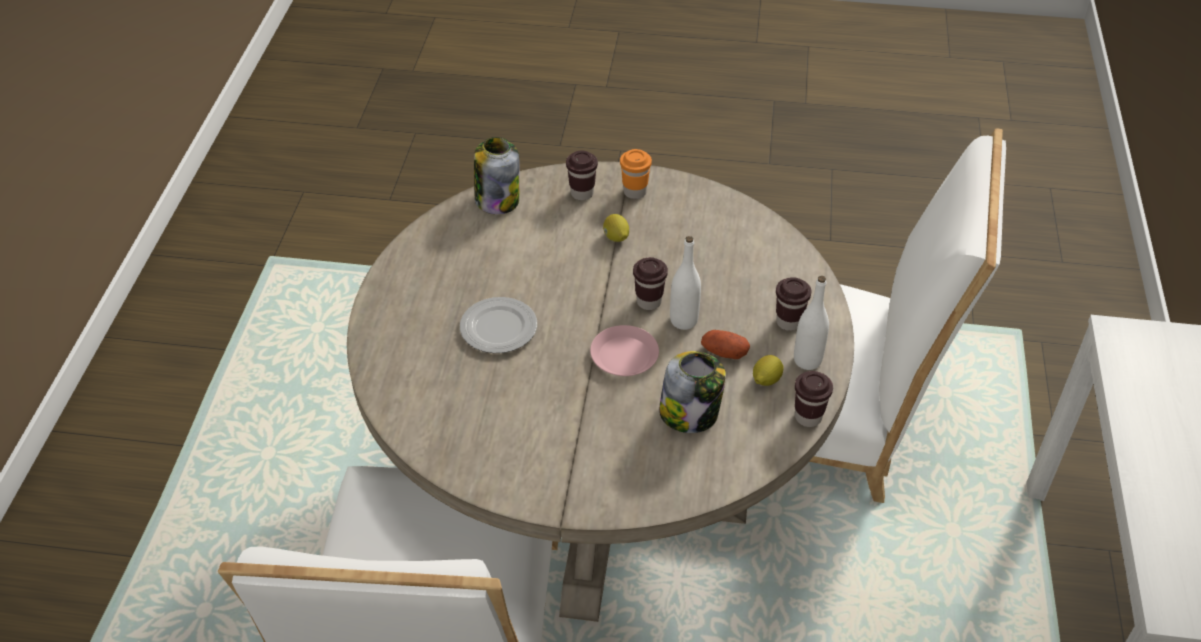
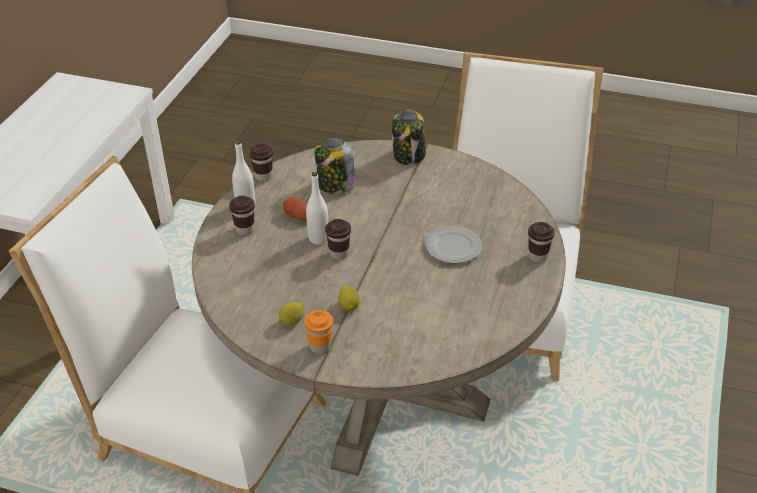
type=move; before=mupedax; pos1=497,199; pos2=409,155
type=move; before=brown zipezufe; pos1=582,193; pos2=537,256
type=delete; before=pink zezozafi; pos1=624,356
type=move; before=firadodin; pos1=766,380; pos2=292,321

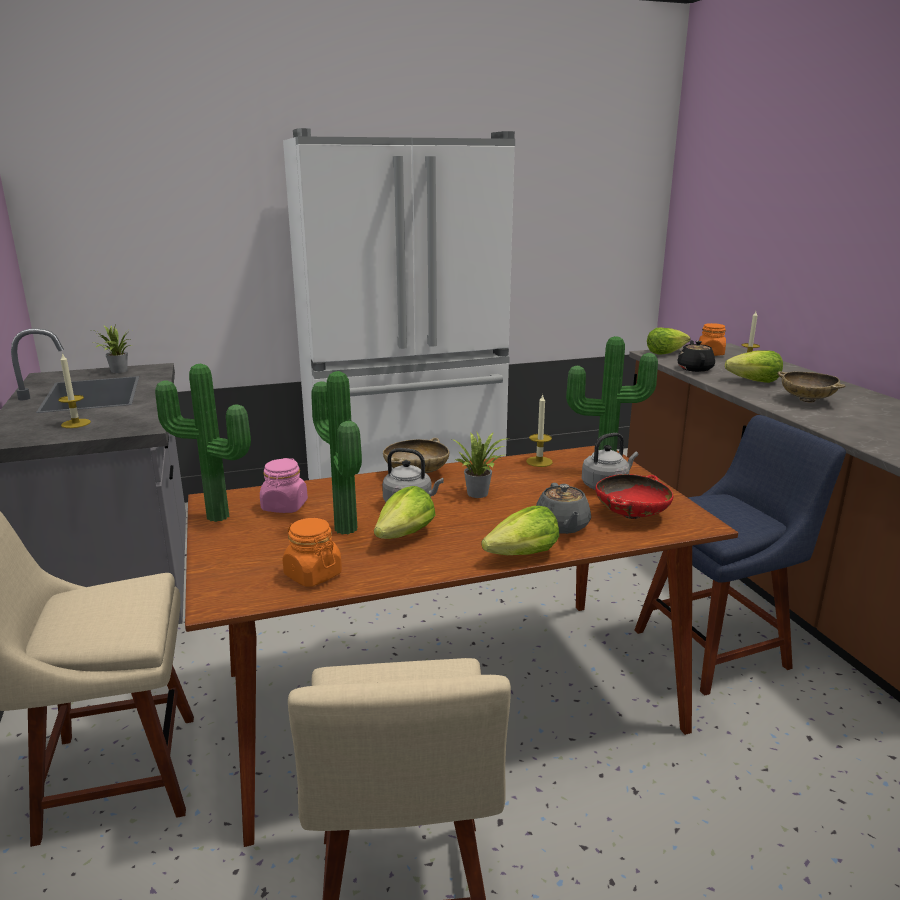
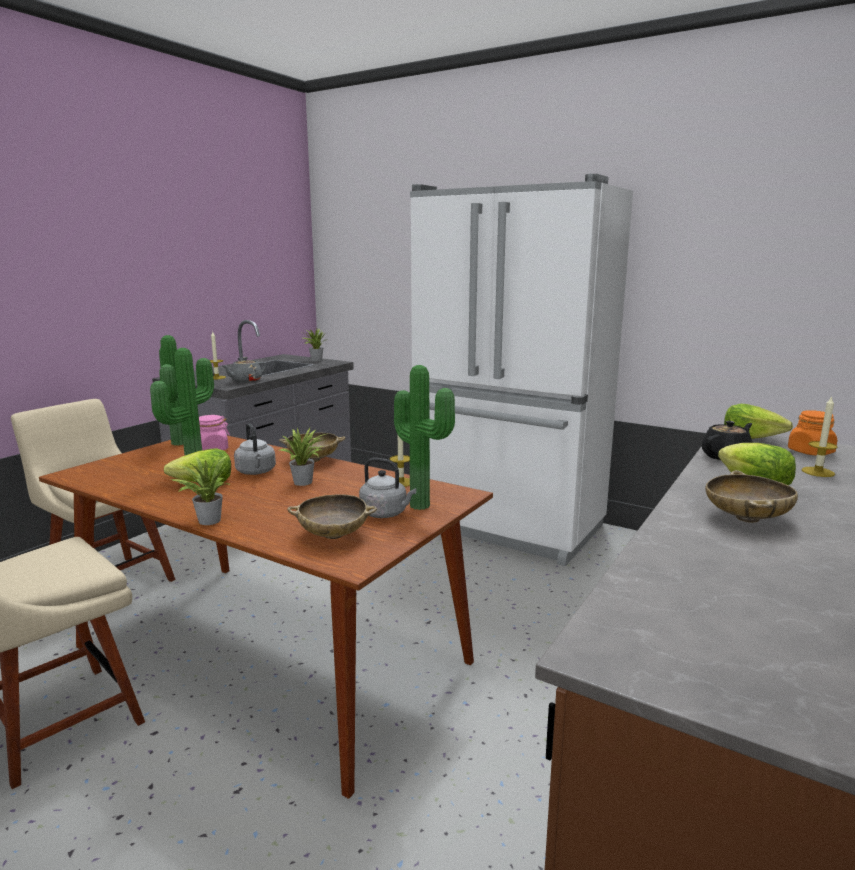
type=delete; before=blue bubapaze; pos1=716,647
type=recolor; before=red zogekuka; after=beige zogekuka; pos1=631,515; pos2=333,535
type=move; before=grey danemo; pos1=562,526; pos2=246,381
type=replace; before=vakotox; after=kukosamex; pos1=523,555; pos2=207,520
type=delete; before=orange mupedax; pos1=312,575

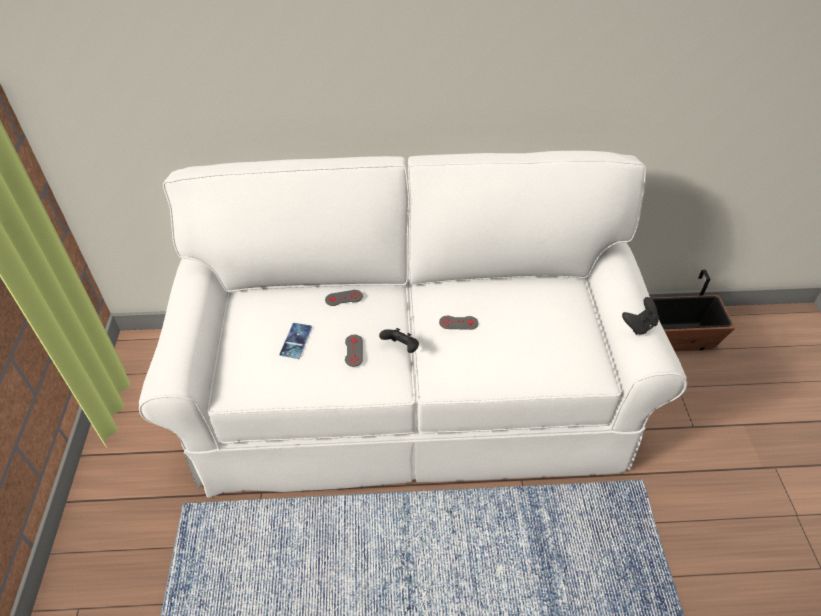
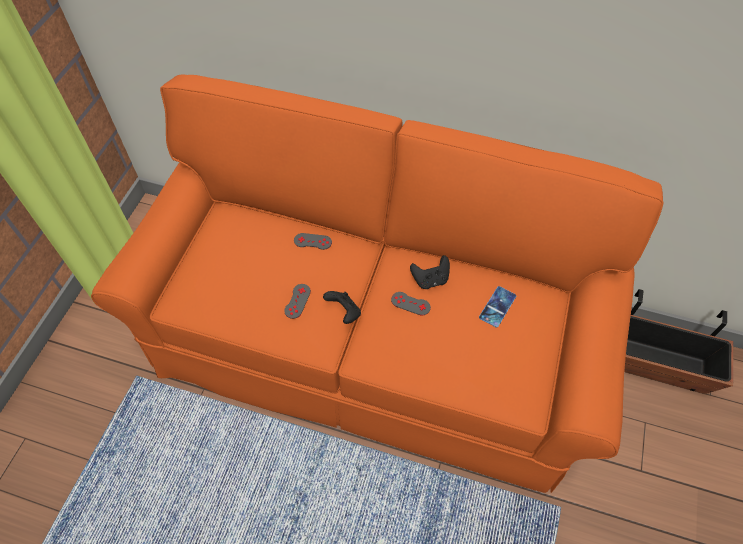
type=recolor; before=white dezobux; after=orange dezobux; pos1=410,398; pos2=371,343
type=move; before=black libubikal; pos1=639,325; pos2=430,279
type=move; before=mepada; pos1=296,341; pos2=497,307

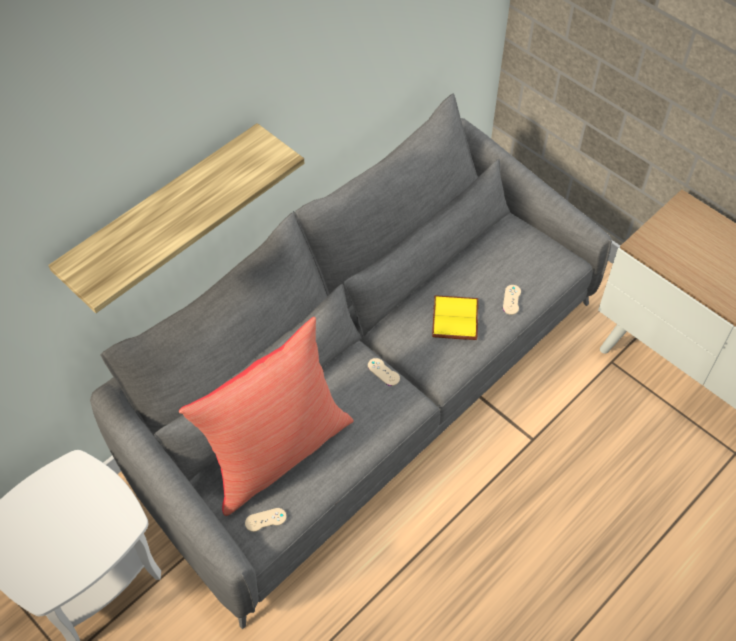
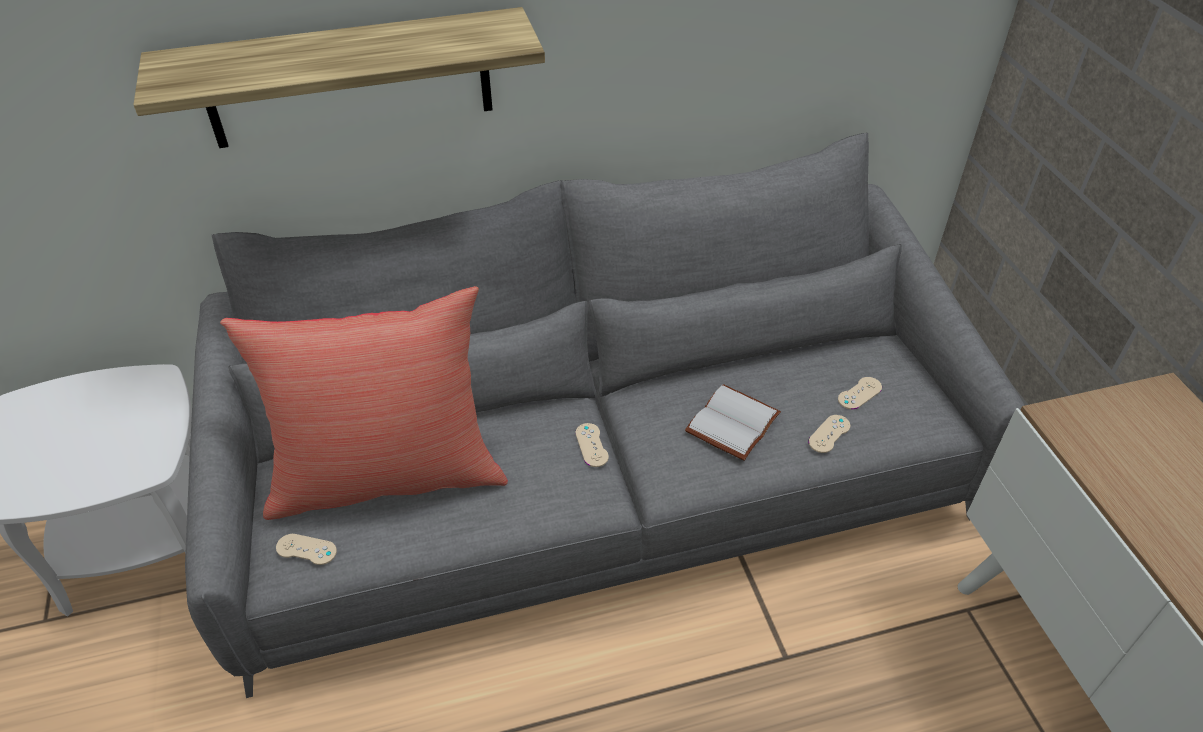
type=recolor; before=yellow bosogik; after=white bosogik; pos1=456,319; pos2=734,425
type=insert; after=beige libubikal; pos2=859,393

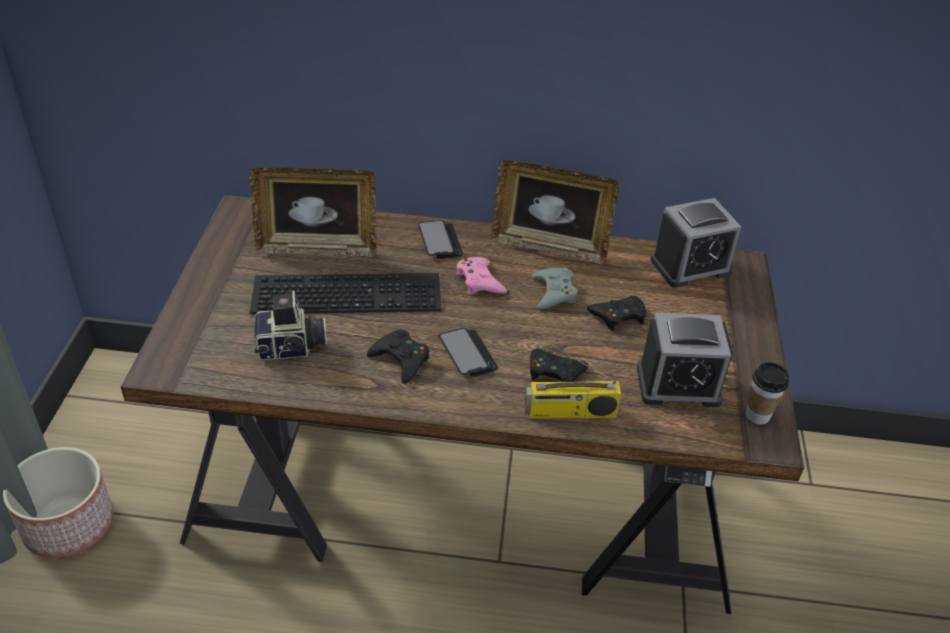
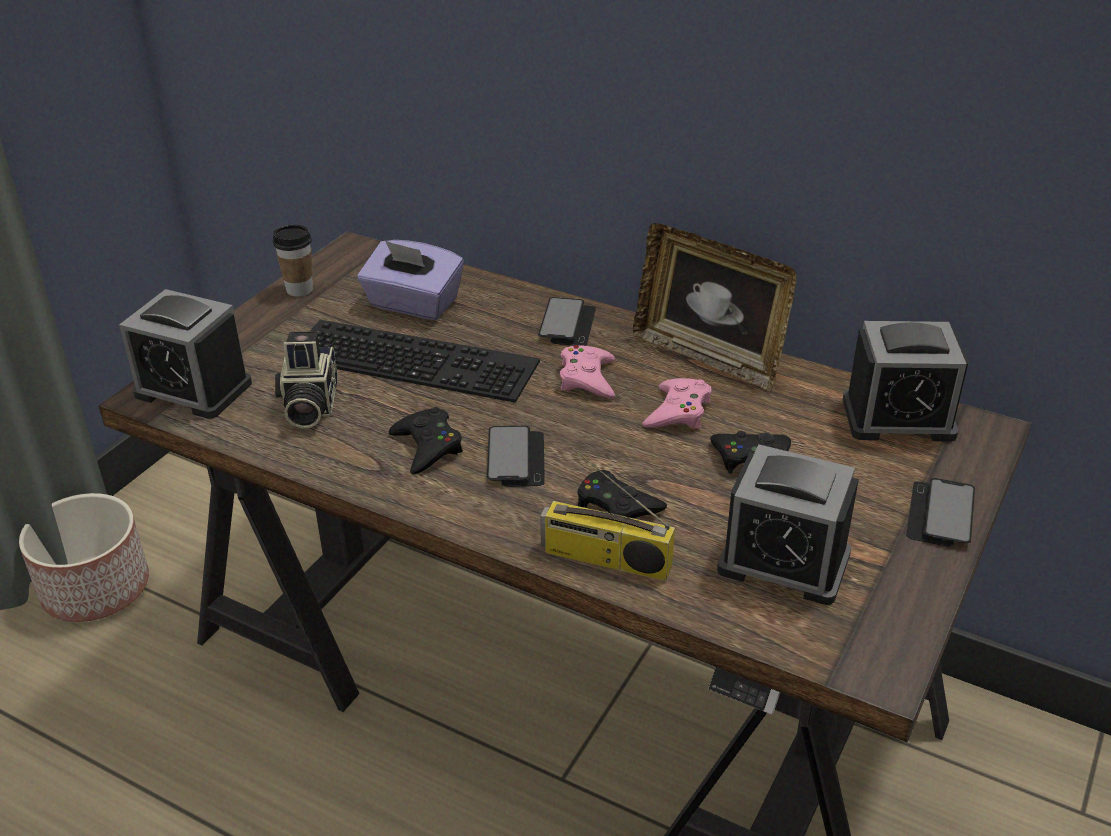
type=replace; before=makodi; after=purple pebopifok; pos1=317,248; pos2=413,304
type=recolor; before=grey libubikal; after=pink libubikal; pos1=553,293; pos2=678,411
type=rotate; before=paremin; pos1=292,348; pos2=308,405; turn=75
type=move; before=zipezufe; pos1=757,415; pos2=299,289
type=insert; after=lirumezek; pos2=193,389
type=insert; after=mepada; pos2=940,514

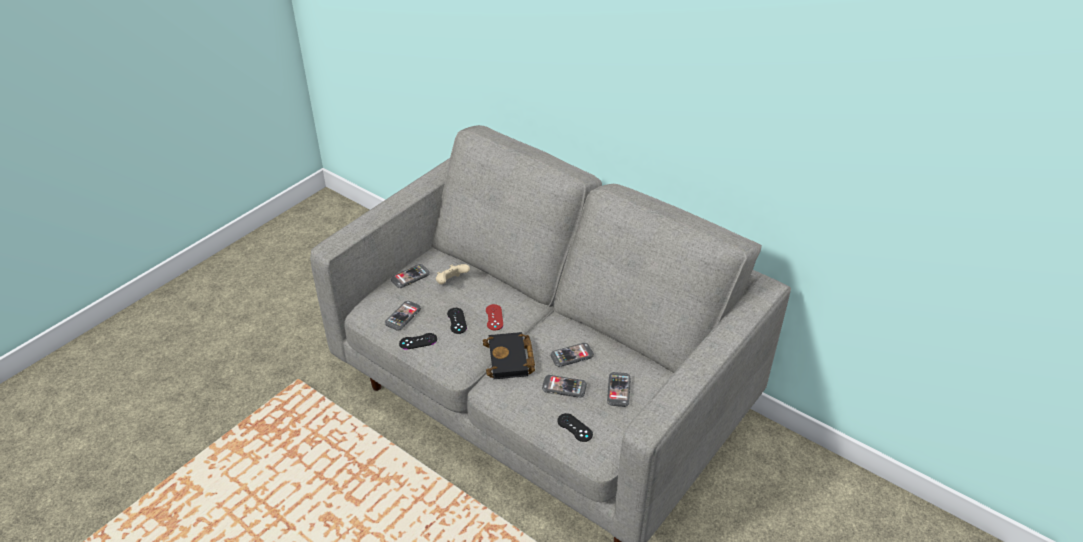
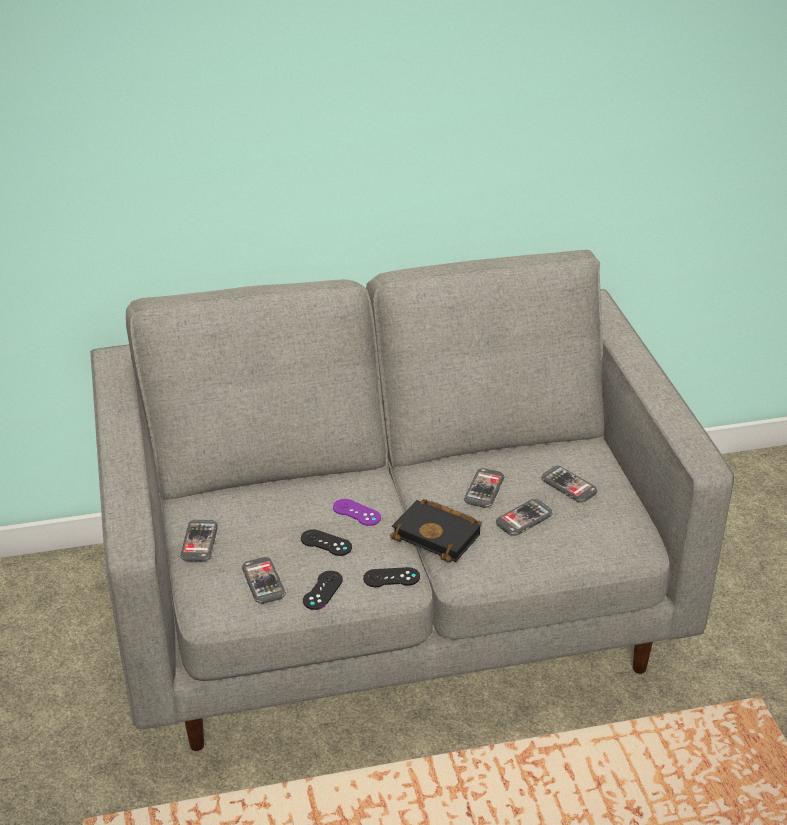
type=delete; before=beige libubikal; pos1=451,282
type=recolor; before=red libubikal; after=purple libubikal; pos1=494,317; pos2=356,512
type=move; before=black libubikal; pos1=574,427; pos2=391,578

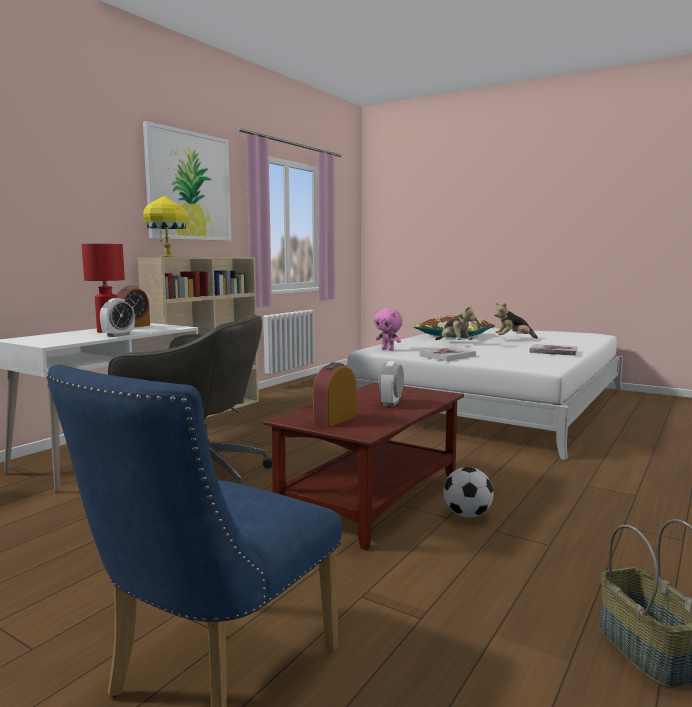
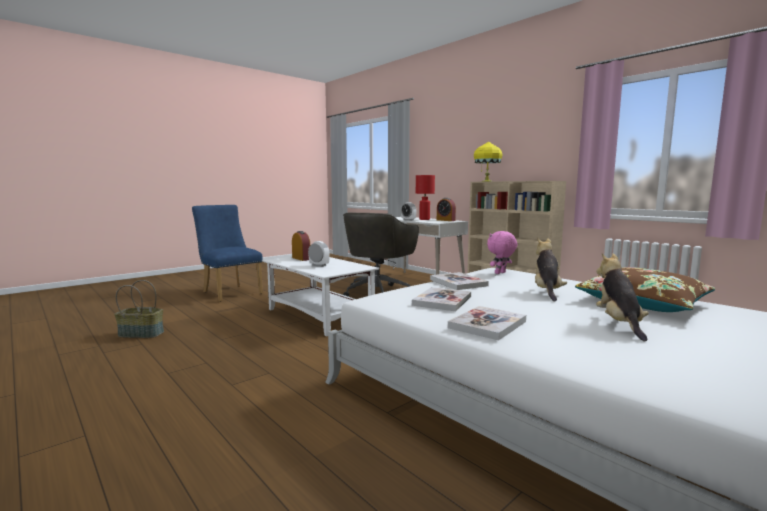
type=delete; before=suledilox; pos1=189,186
type=rotate; before=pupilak; pos1=454,343; pos2=546,291; turn=120
type=recolor; before=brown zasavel; after=white zasavel; pos1=371,499; pos2=318,315
type=delete; before=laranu; pos1=467,515
type=insert; after=bosogik; pos2=442,301

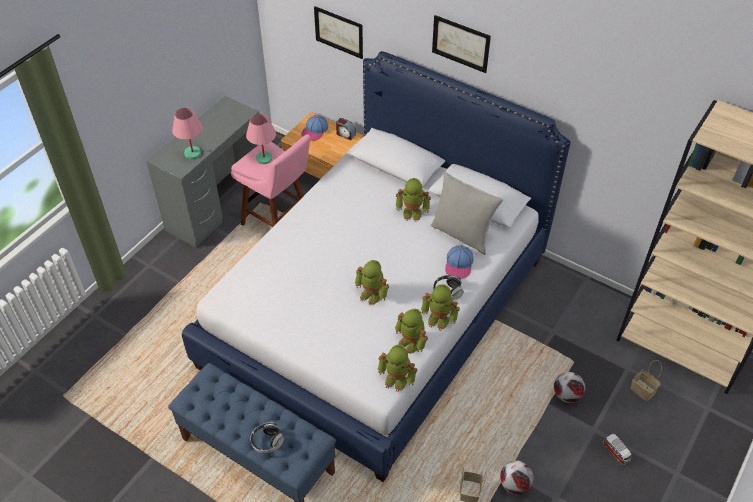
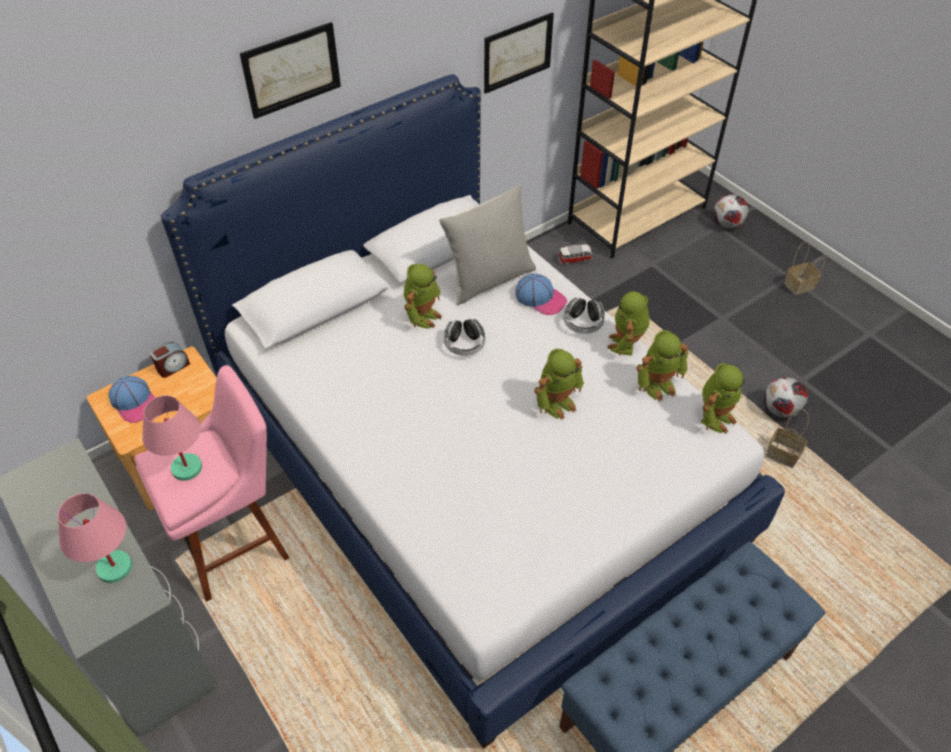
type=move; before=suledilox; pos1=339,32; pos2=517,52
type=rotate; before=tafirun; pos1=439,319; pos2=626,345; turn=150
type=move; before=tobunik; pos1=642,390; pos2=798,286
type=move; before=laranu; pos1=566,396; pos2=727,225
type=move; before=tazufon; pos1=267,442; pos2=464,345
type=move; before=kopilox; pos1=616,452; pos2=575,260

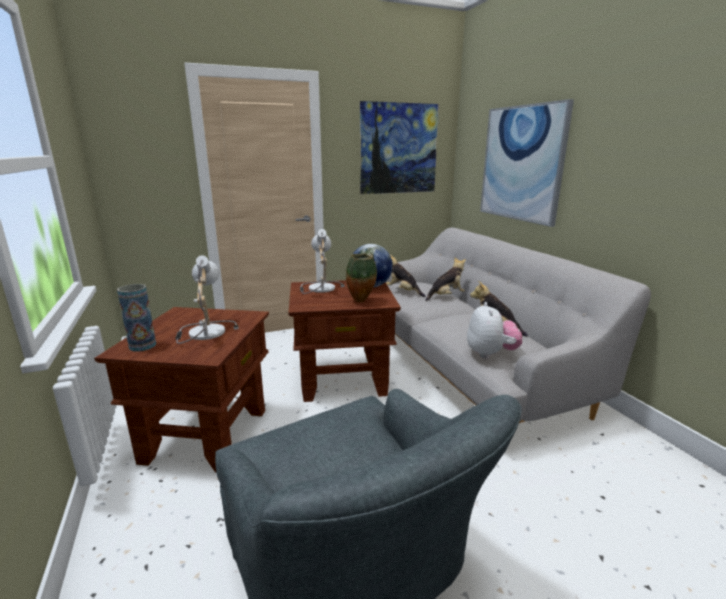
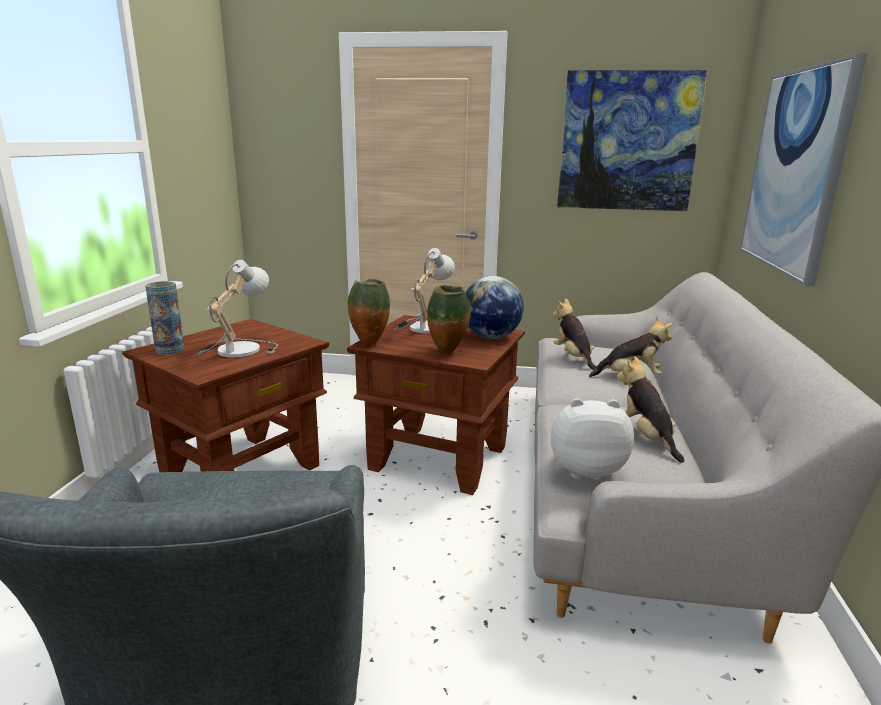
type=rotate; before=pupilak; pos1=490,354; pos2=585,470; turn=-120
type=insert; after=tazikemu; pos2=369,343

